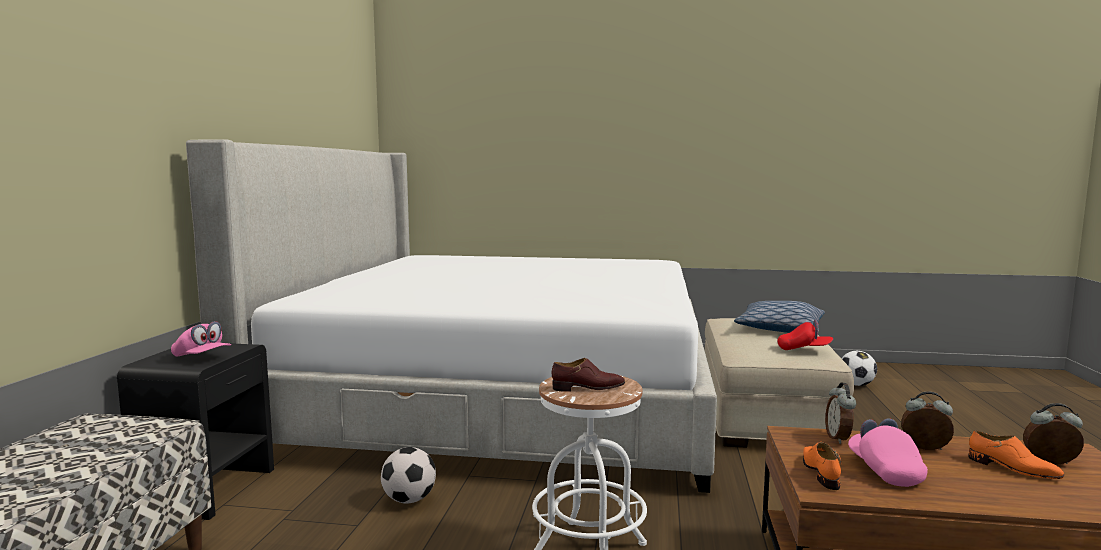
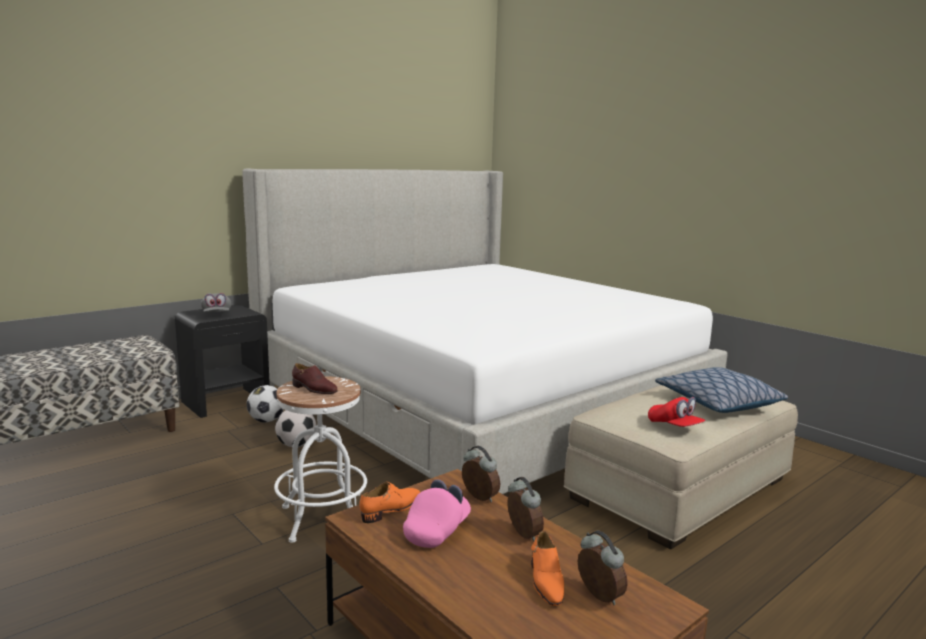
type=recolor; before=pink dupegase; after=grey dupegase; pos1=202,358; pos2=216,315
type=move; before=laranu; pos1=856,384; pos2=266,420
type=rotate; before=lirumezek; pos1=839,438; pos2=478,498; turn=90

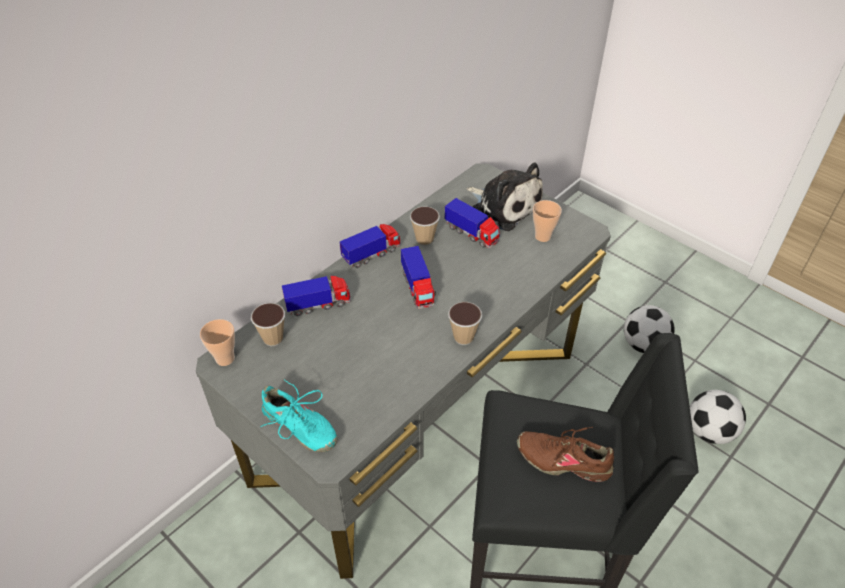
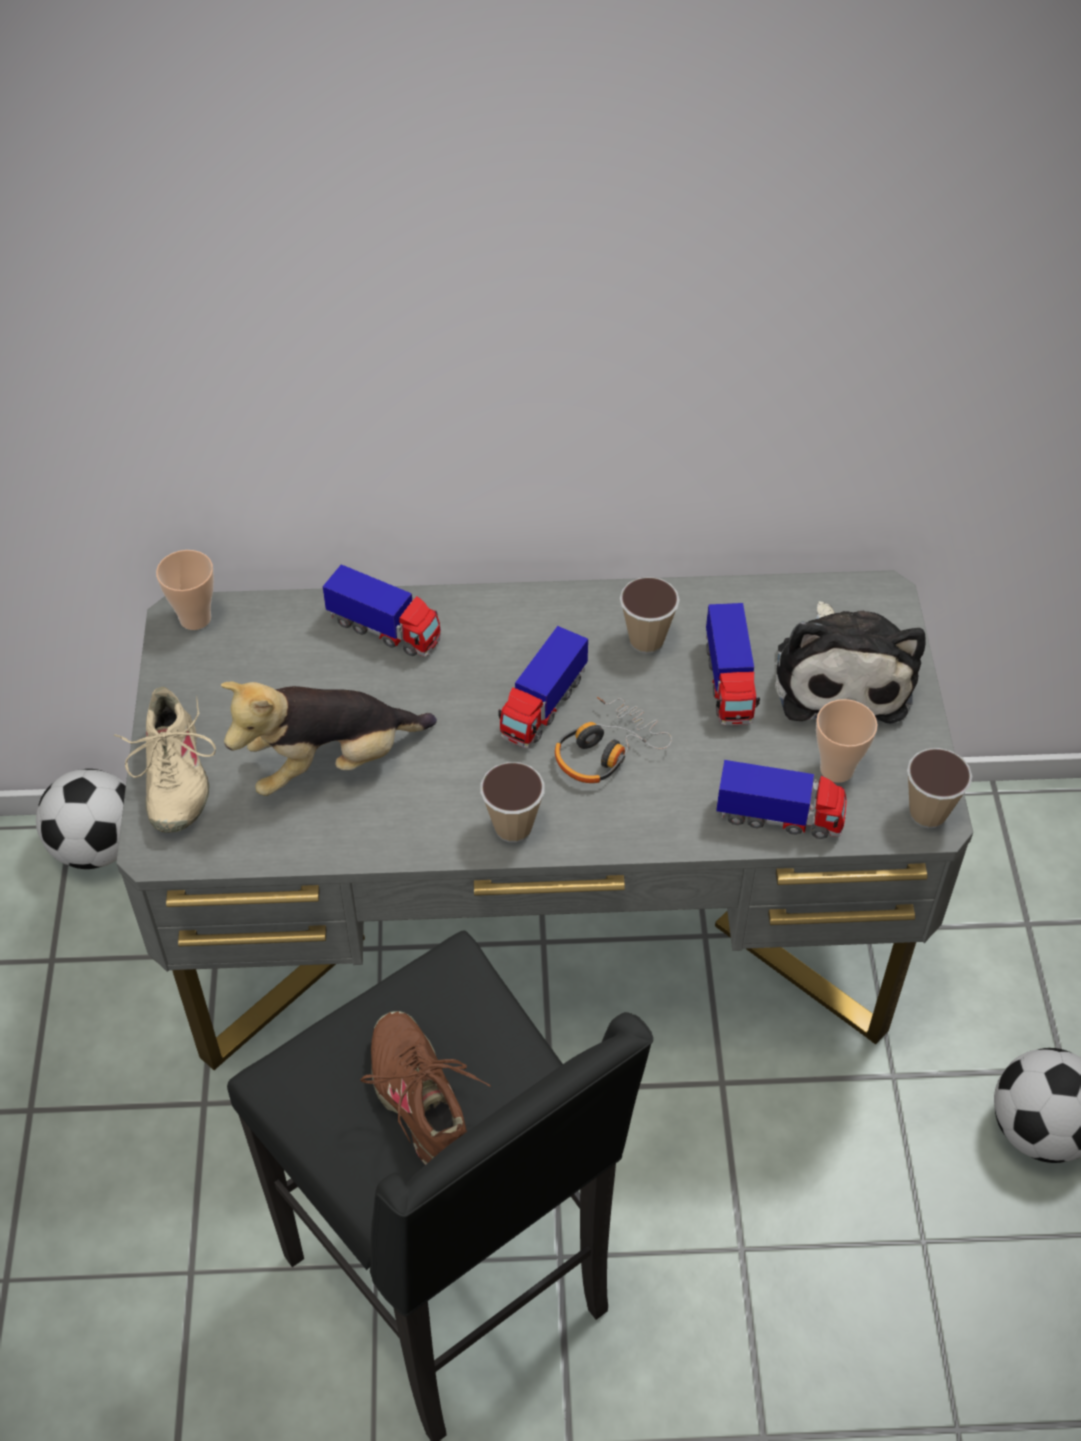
type=move; before=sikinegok; pos1=372,255; pos2=779,818
type=move; before=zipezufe; pos1=273,339; pos2=928,813
type=recolor; before=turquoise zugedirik; after=beige zugedirik; pos1=299,428; pos2=173,777
type=move; before=laranu; pos1=708,431; pos2=98,846
type=insert; after=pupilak; pos2=331,763
type=insert; after=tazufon; pos2=606,750

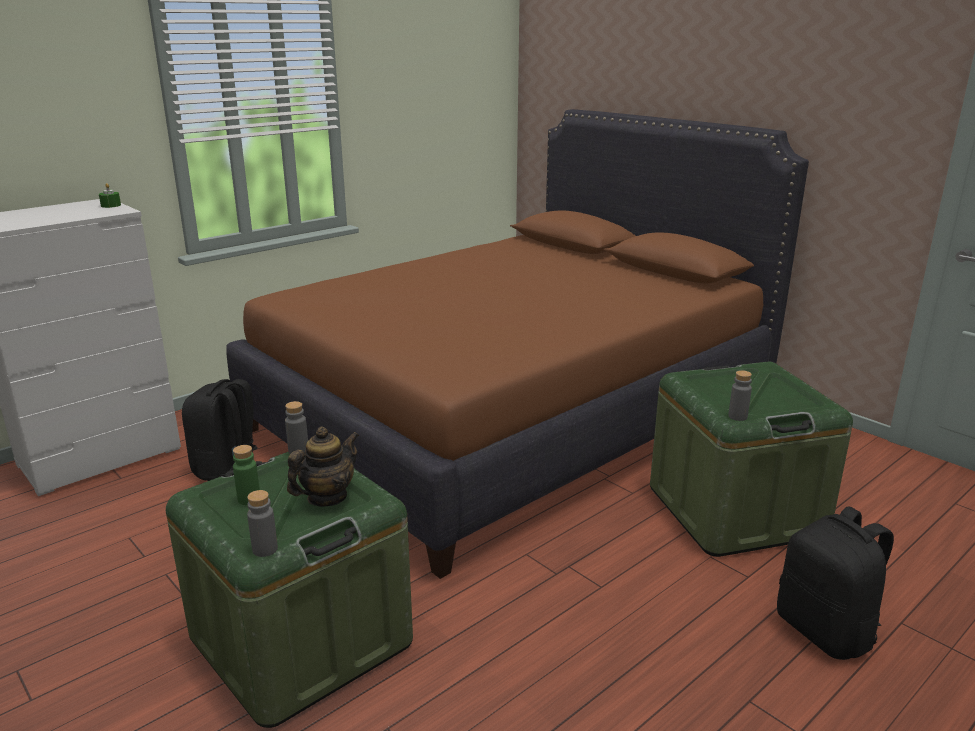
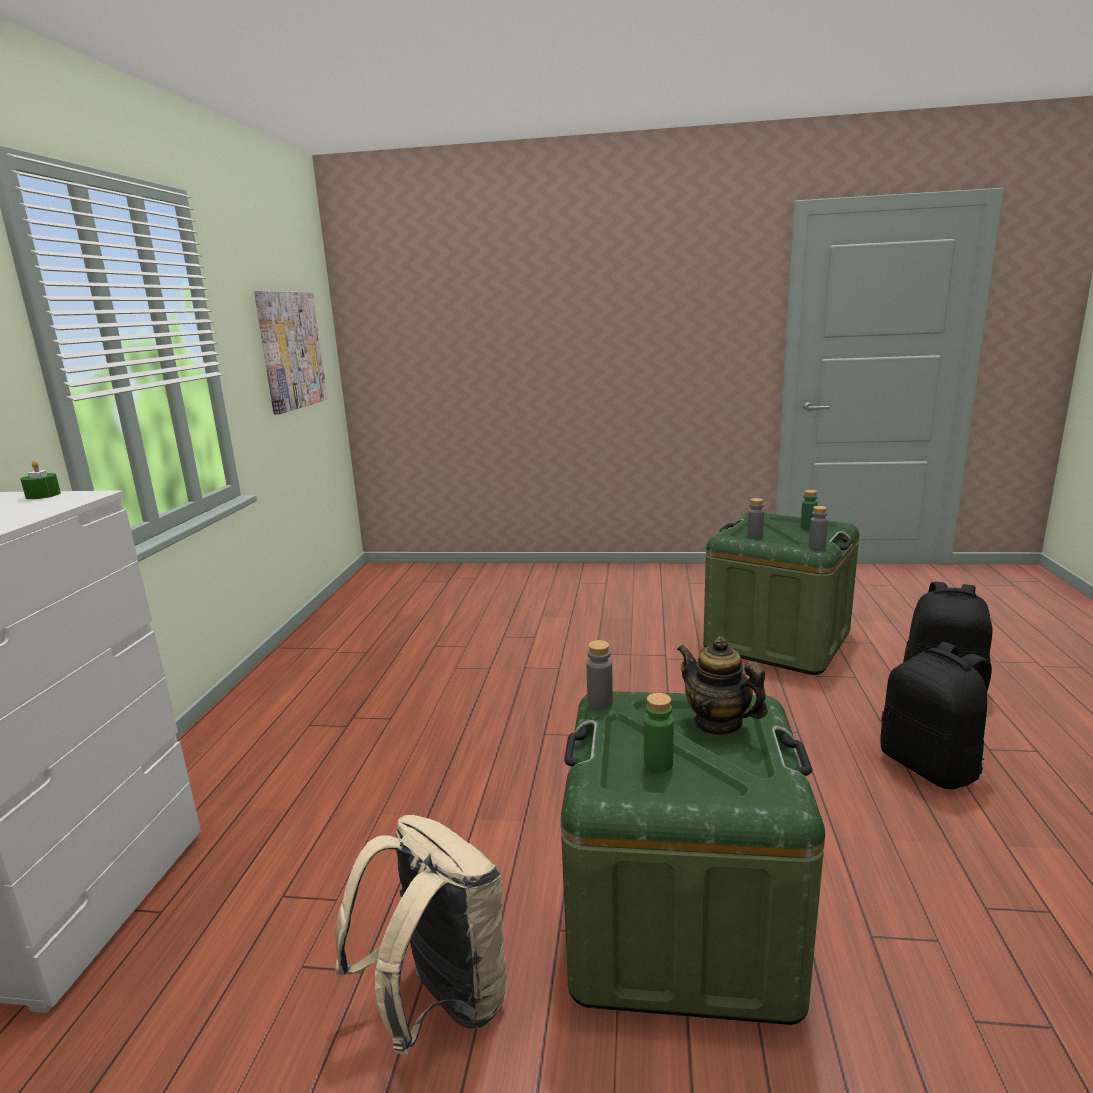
type=delete; before=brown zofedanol; pos1=512,415
type=move; before=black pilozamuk; pos1=228,468; pos2=931,766
type=rotate; before=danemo; pos1=327,497; pos2=717,723; turn=-45
type=move; before=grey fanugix; pos1=265,549; pos2=755,536
type=insert; after=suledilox; pos2=291,350
type=insert; after=green fanugix; pos2=808,527
type=insert; after=beige pilozamuk; pos2=439,1003

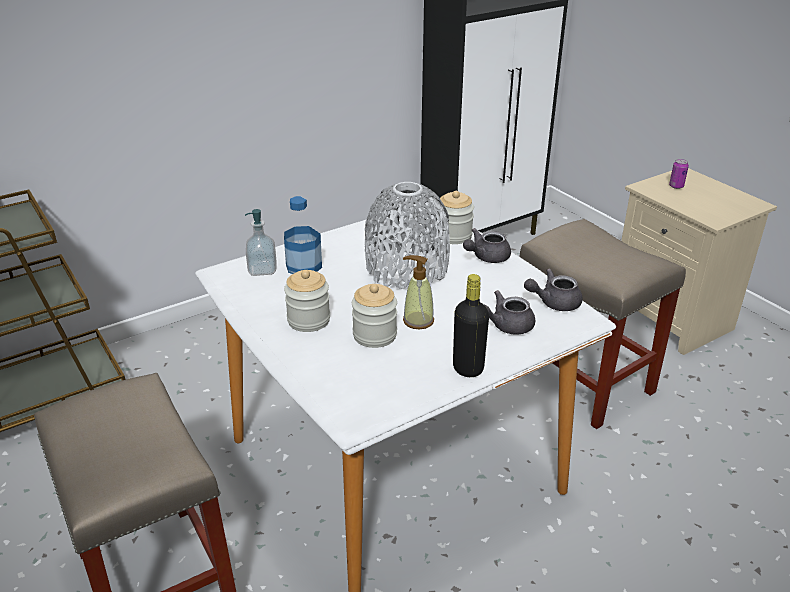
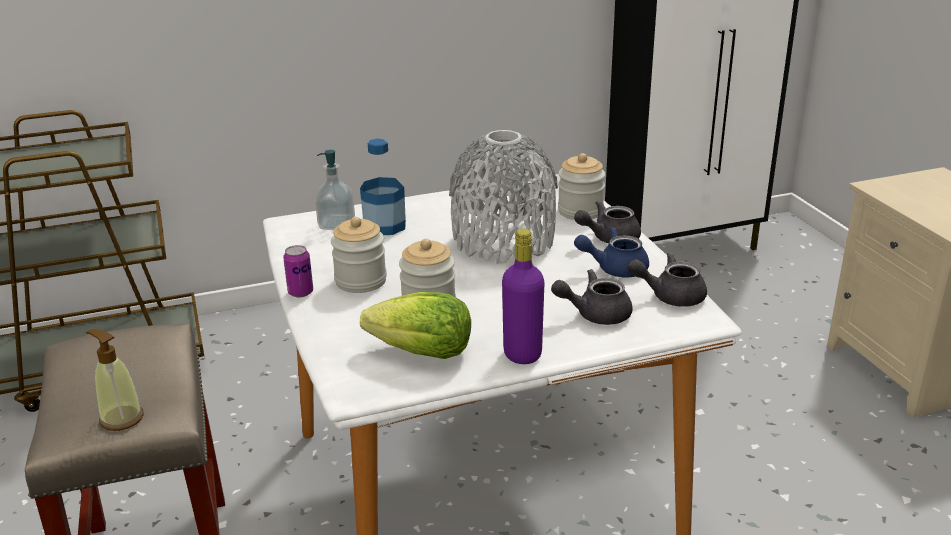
type=move; before=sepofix; pos1=676,186; pos2=300,292
type=delete; before=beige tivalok; pos1=582,380
type=move; before=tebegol; pos1=418,321; pos2=121,418
type=recolor; before=black fanugix; after=purple fanugix; pos1=468,368; pos2=522,354
type=insert; after=blue danemo; pos2=614,268
type=insert; after=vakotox; pos2=423,353

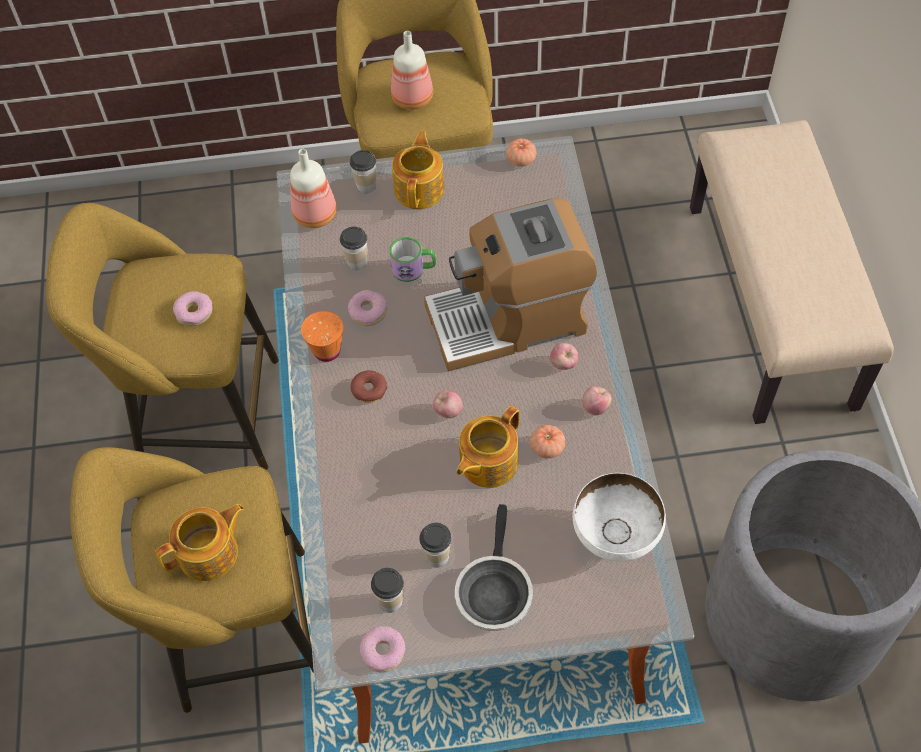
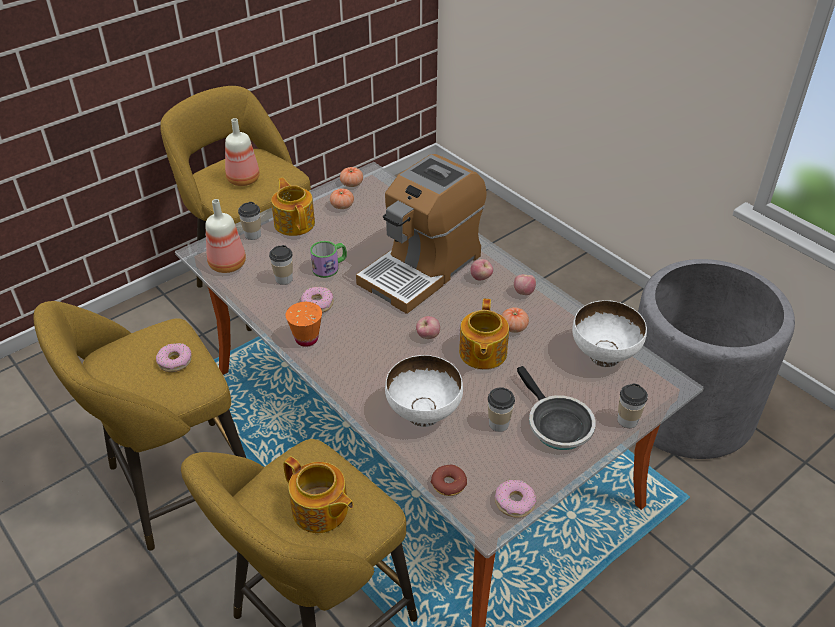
type=delete; before=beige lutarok; pos1=772,305
type=move; before=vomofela; pos1=369,390; pos2=448,484
type=rotate; before=danemo; pos1=210,553; pos2=320,511; turn=105
type=move; before=zipezufe; pos1=390,601; pos2=627,420
type=insert; after=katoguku; pos2=342,206
type=insert; after=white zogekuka; pos2=424,413

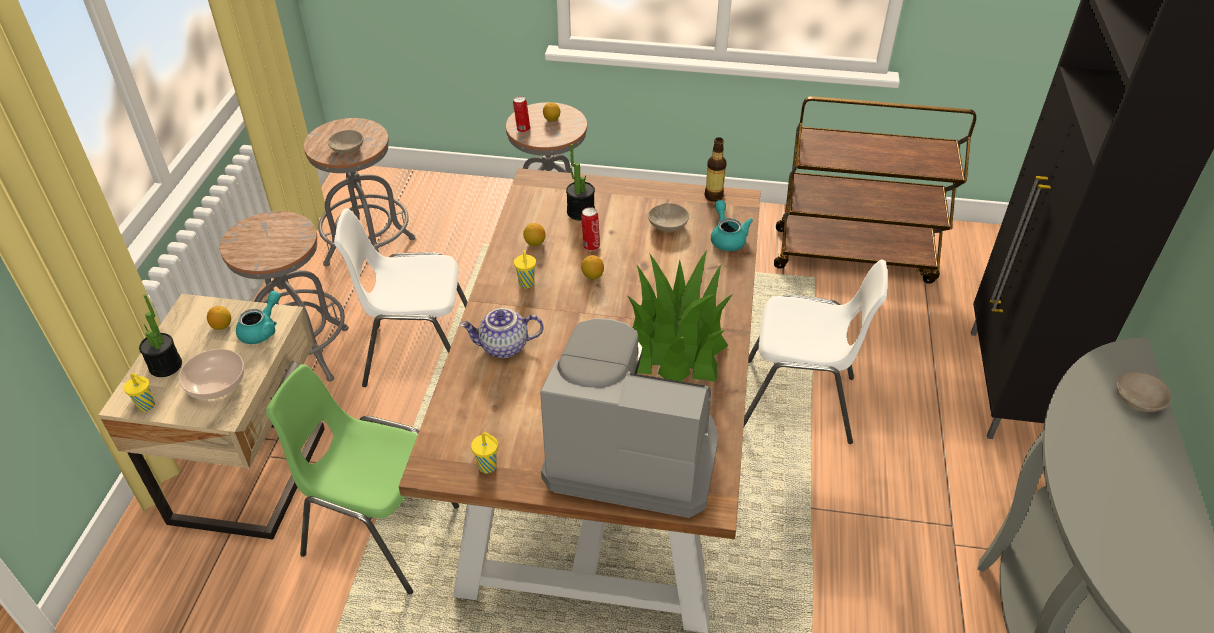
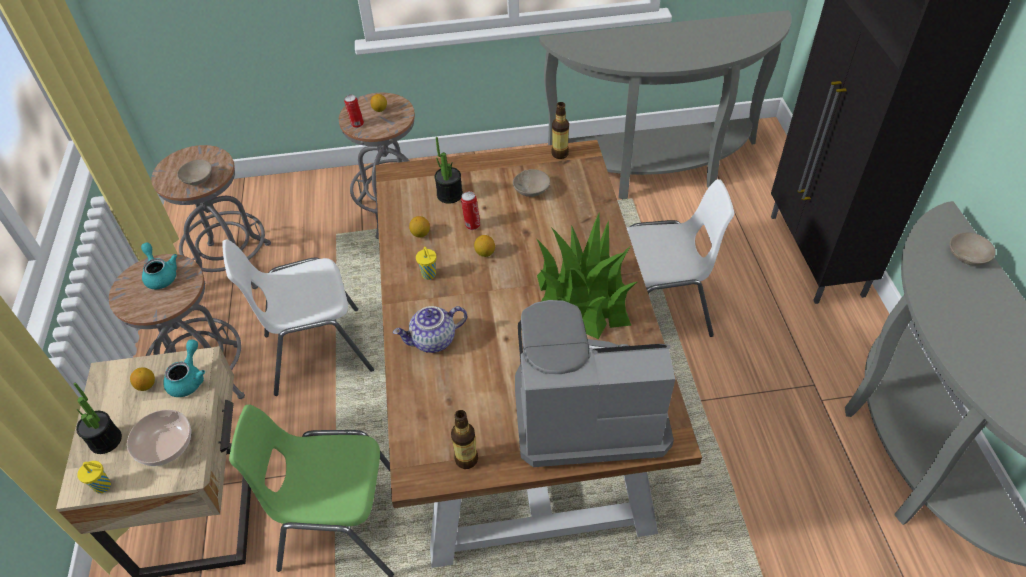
type=replace; before=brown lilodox; after=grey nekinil; pos1=855,255; pos2=657,170
type=move; before=turquoise danemo; pos1=727,238; pos2=160,275
type=replace; before=yellow zipezufe; after=fanugix; pos1=488,467; pos2=466,459

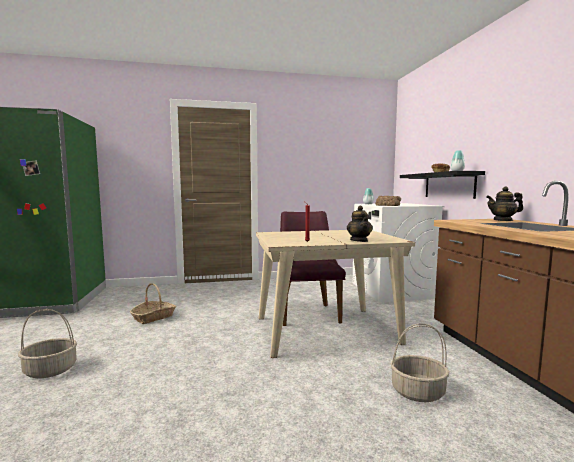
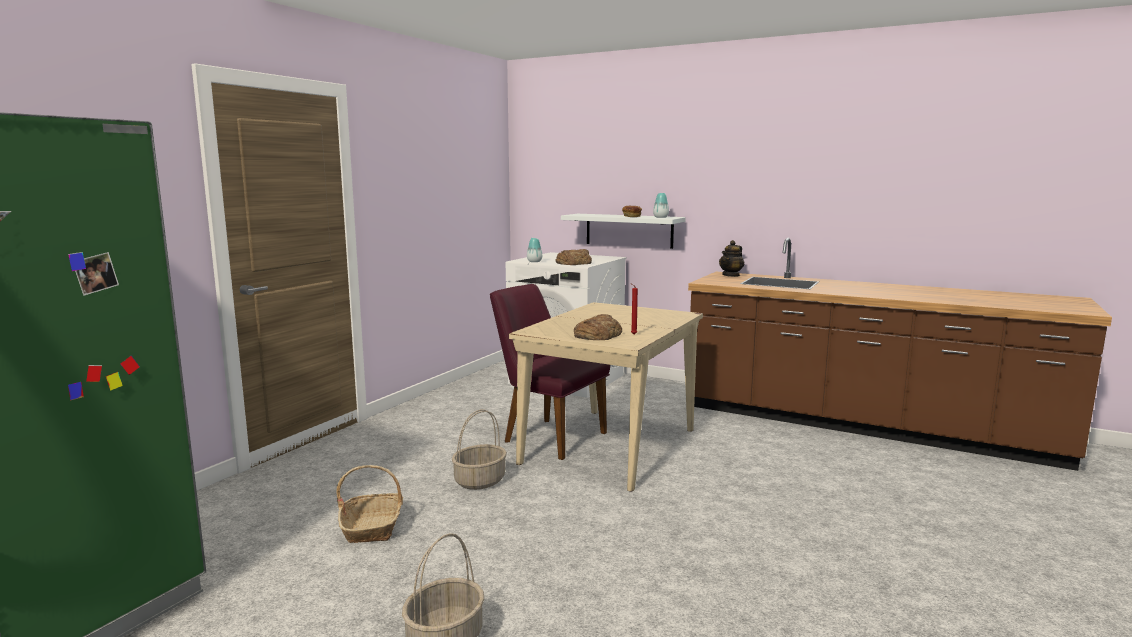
type=recolor; before=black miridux; after=white miridux; pos1=449,185; pos2=629,230
type=delete; before=danemo; pos1=359,240
type=move; before=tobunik; pos1=418,391; pos2=480,481
type=insert; after=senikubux; pos2=598,334

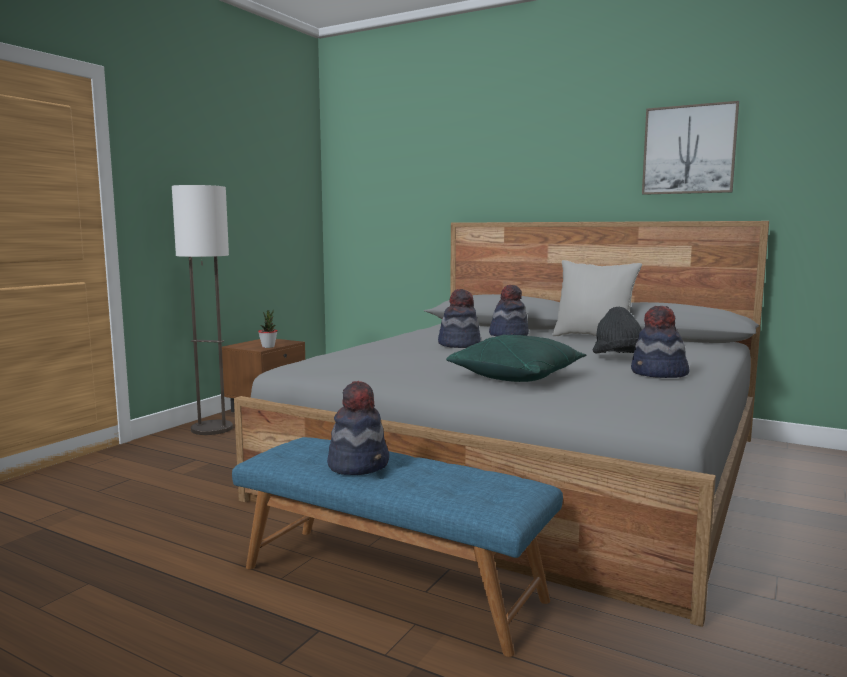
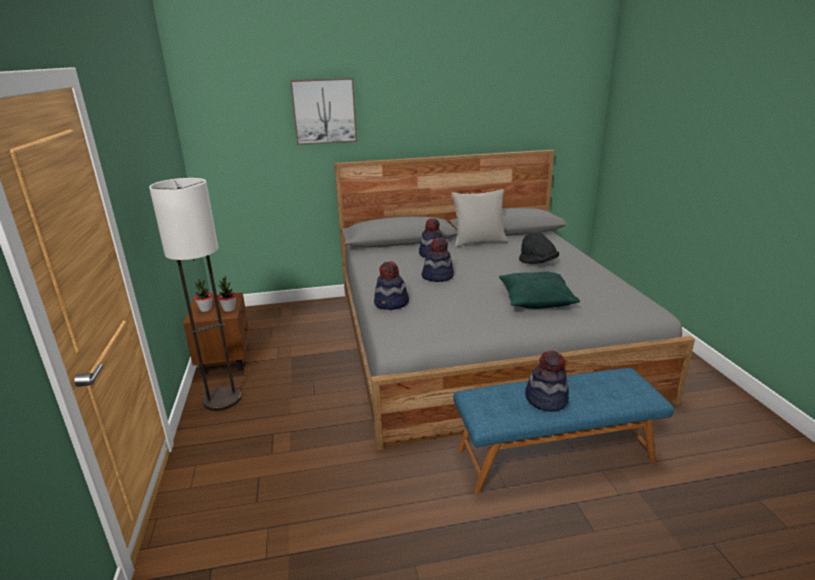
type=move; before=suledilox; pos1=689,150; pos2=324,111
type=move; before=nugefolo; pos1=658,374; pos2=391,304
type=insert; after=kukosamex; pos2=205,309

